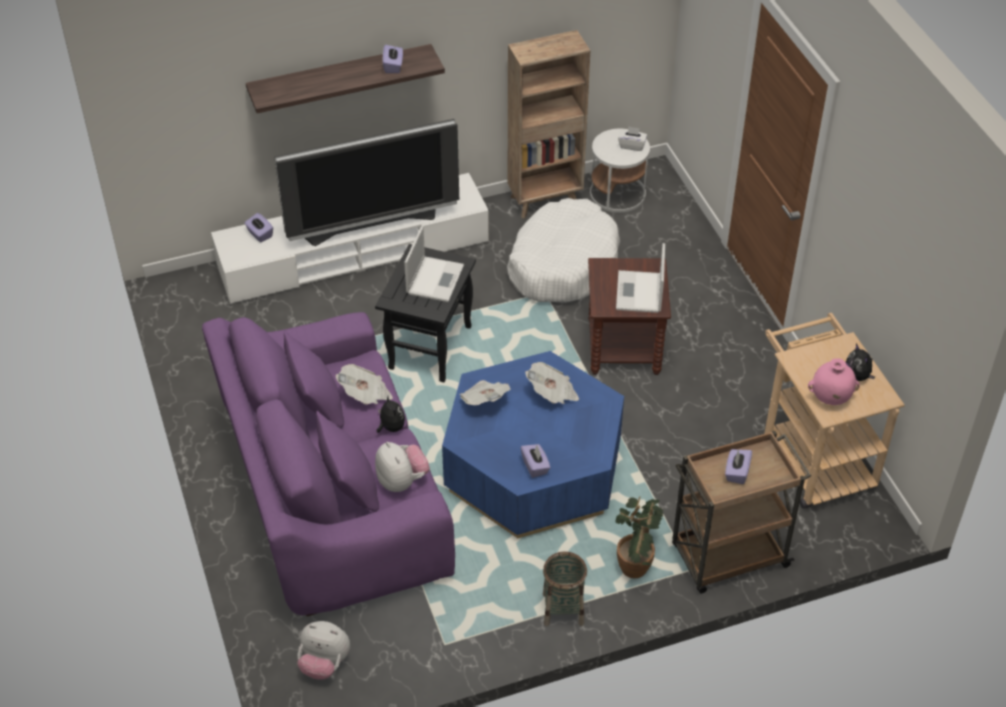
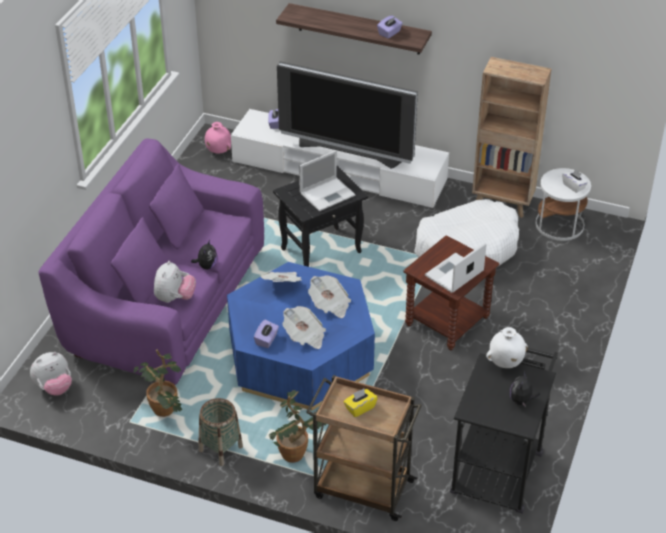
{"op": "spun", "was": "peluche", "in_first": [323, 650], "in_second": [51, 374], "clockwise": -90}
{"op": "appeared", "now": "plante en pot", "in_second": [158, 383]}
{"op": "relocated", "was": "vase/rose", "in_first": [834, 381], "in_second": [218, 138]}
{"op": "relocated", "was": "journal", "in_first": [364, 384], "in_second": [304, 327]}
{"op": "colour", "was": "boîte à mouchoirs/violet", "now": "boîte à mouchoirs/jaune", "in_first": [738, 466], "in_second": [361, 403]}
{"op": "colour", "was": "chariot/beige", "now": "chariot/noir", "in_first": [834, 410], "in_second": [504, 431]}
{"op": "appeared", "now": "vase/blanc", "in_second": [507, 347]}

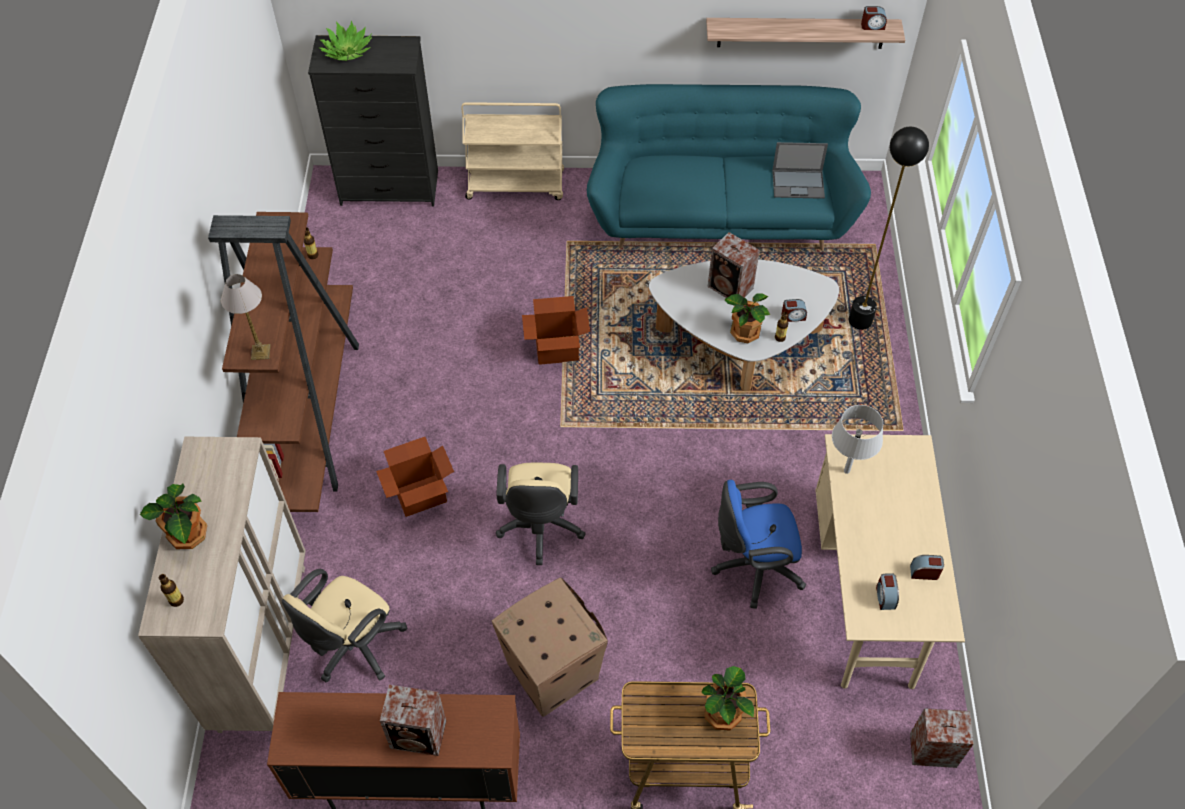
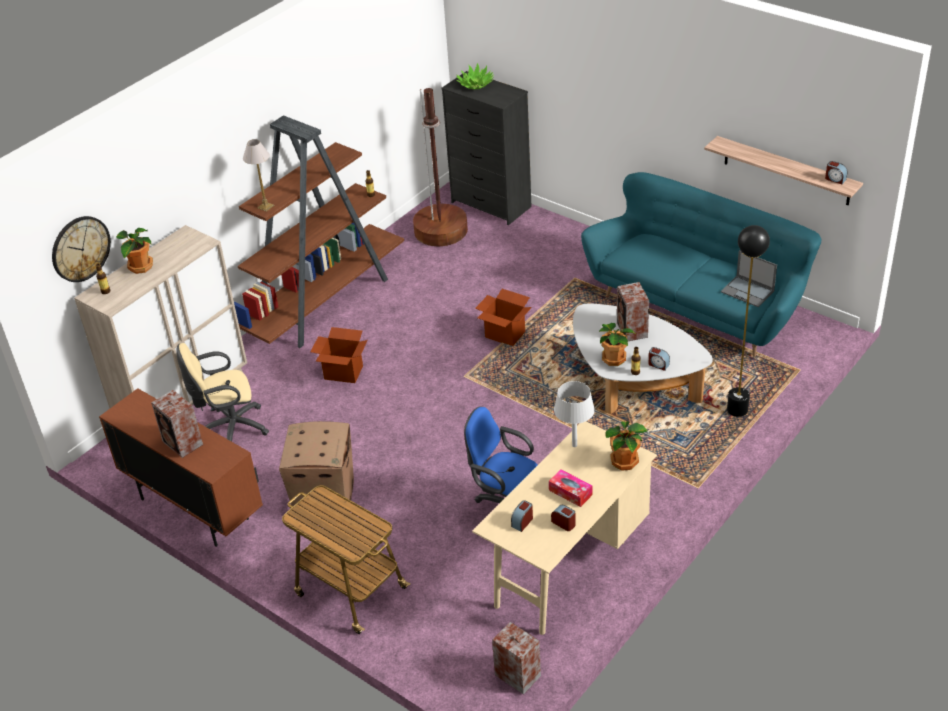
{"op": "appeared", "now": "horloge murale", "in_second": [81, 249]}
{"op": "appeared", "now": "lampadaire/marron", "in_second": [440, 167]}
{"op": "appeared", "now": "boîte à mouchoirs", "in_second": [571, 488]}
{"op": "relocated", "was": "plante en pot", "in_first": [727, 698], "in_second": [626, 446]}
{"op": "missing", "was": "chariot/beige", "in_first": [512, 151]}
{"op": "missing", "was": "chaise de bureau/beige", "in_first": [541, 514]}

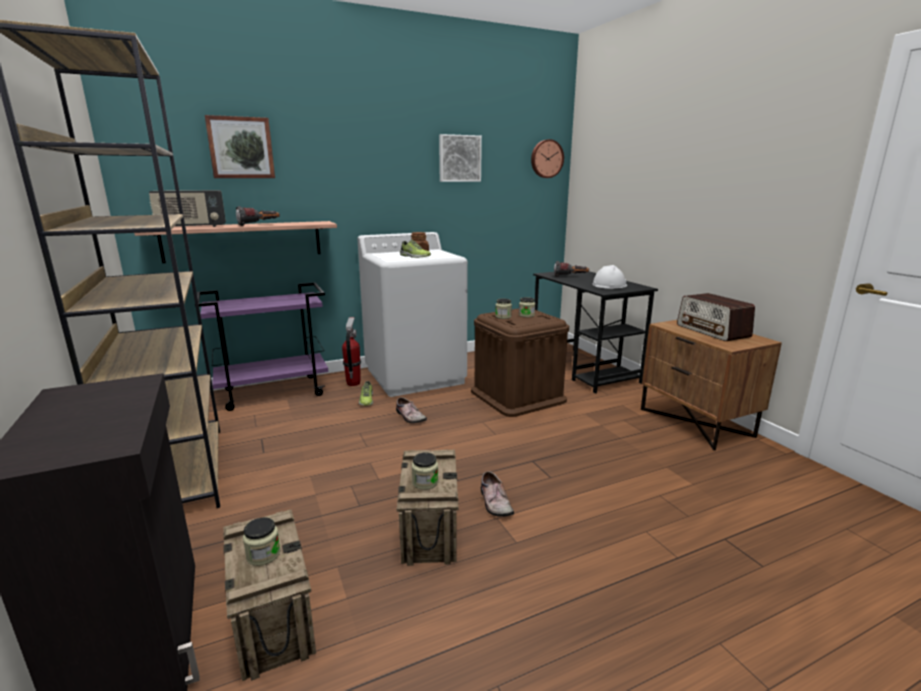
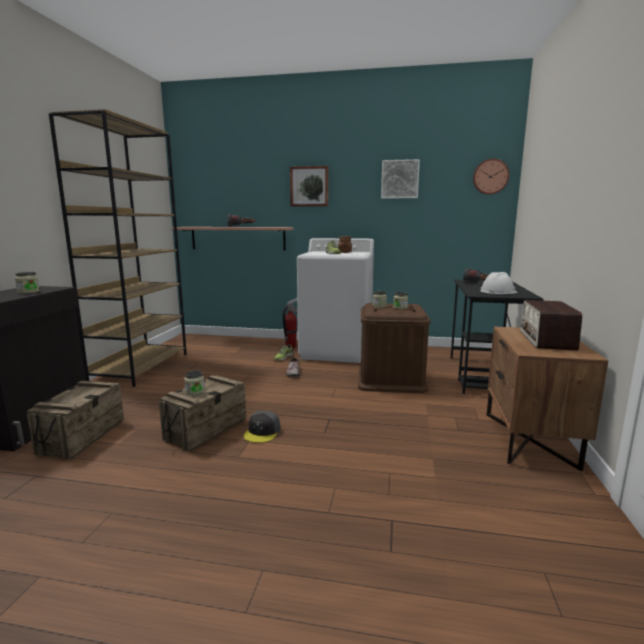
{"op": "relocated", "was": "bocal", "in_first": [261, 541], "in_second": [27, 283]}
{"op": "exchanged", "was": "chaussure", "now": "casquette/gris", "in_first": [497, 493], "in_second": [262, 426]}
{"op": "relocated", "was": "tableau", "in_first": [240, 146], "in_second": [309, 186]}
{"op": "missing", "was": "radio", "in_first": [187, 208]}
{"op": "missing", "was": "chariot/violet", "in_first": [261, 346]}

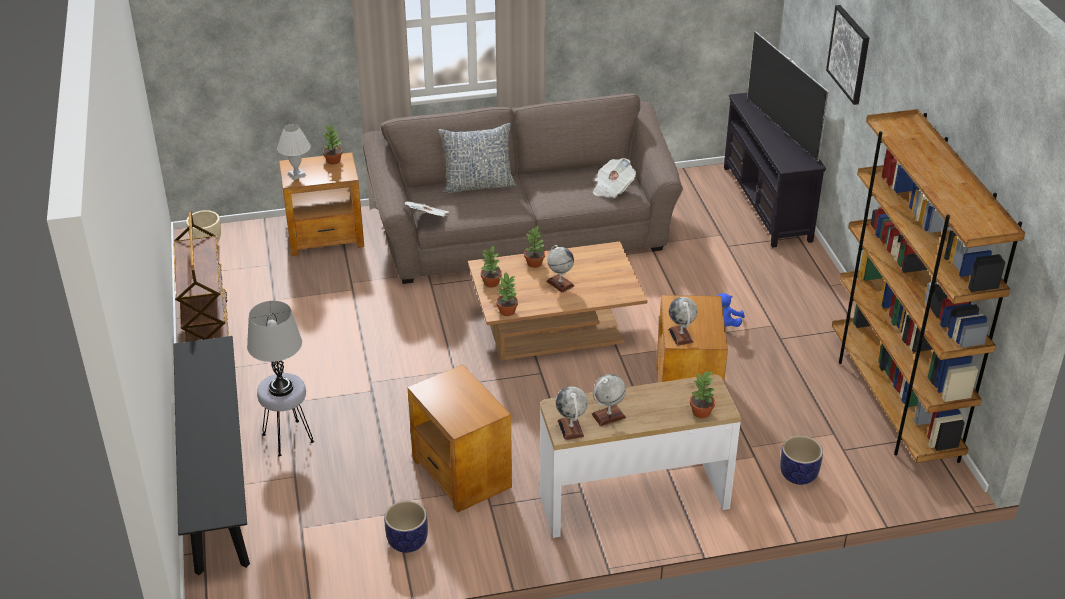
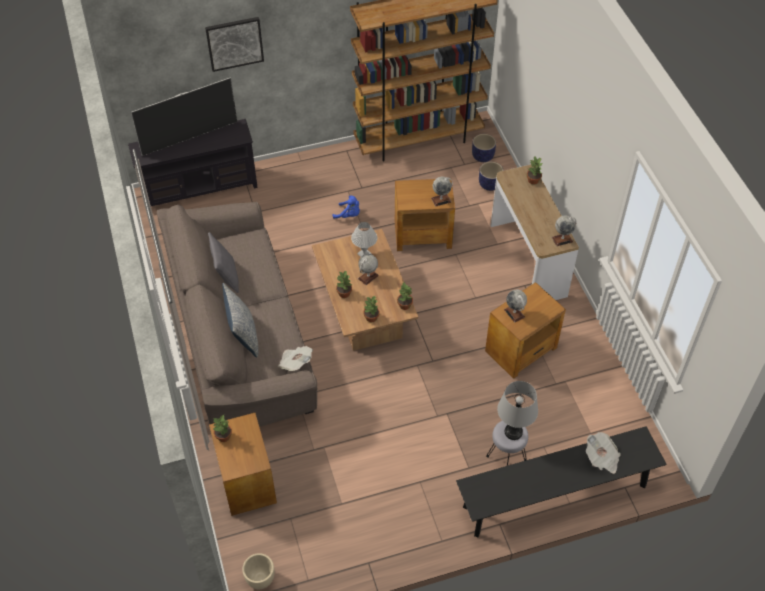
{"op": "appeared", "now": "coussin/gris", "in_second": [223, 262]}
{"op": "relocated", "was": "lampe de table/blanc", "in_first": [294, 152], "in_second": [364, 239]}
{"op": "relocated", "was": "cache-pot", "in_first": [406, 527], "in_second": [484, 148]}
{"op": "relocated", "was": "globe", "in_first": [608, 400], "in_second": [515, 306]}
{"op": "relocated", "was": "journal", "in_first": [614, 178], "in_second": [603, 453]}
{"op": "missing", "was": "chariot/marron", "in_first": [201, 276]}

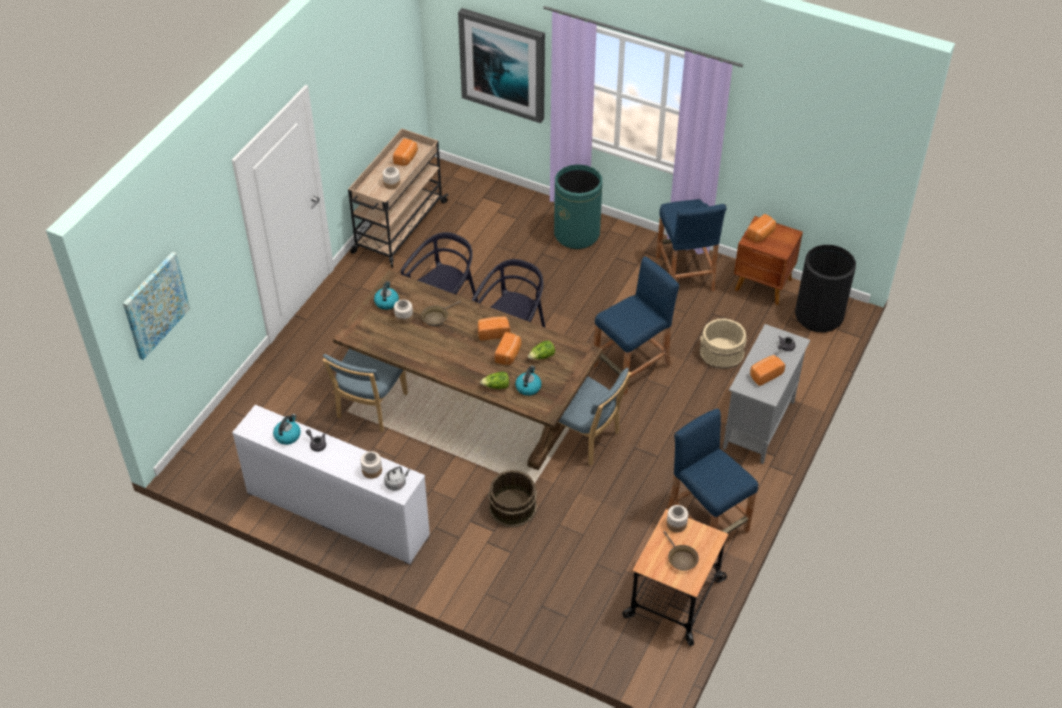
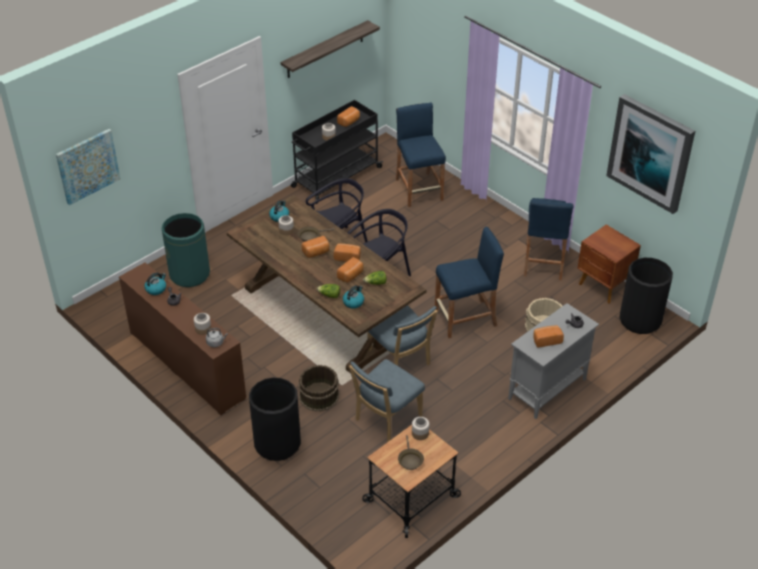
{"op": "colour", "was": "commode/blanc", "now": "commode/marron", "in_first": [331, 485], "in_second": [182, 338]}
{"op": "relocated", "was": "poubelle/vert", "in_first": [578, 206], "in_second": [186, 250]}
{"op": "appeared", "now": "poubelle/noir", "in_second": [275, 419]}
{"op": "appeared", "now": "étagère", "in_second": [330, 49]}
{"op": "colour", "was": "chariot/beige", "now": "chariot/noir", "in_first": [398, 198], "in_second": [337, 152]}
{"op": "relocated", "was": "pain", "in_first": [761, 228], "in_second": [315, 247]}
{"op": "relocated", "was": "chaise/bleu", "in_first": [365, 390], "in_second": [387, 400]}
{"op": "relocated", "was": "tabouret/bleu", "in_first": [713, 470], "in_second": [421, 155]}
{"op": "relocated", "was": "tableau", "in_first": [501, 65], "in_second": [650, 154]}

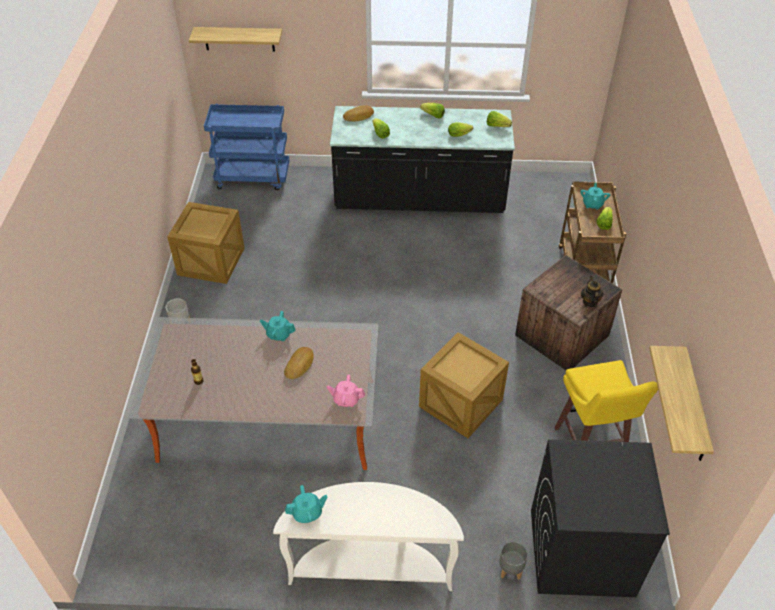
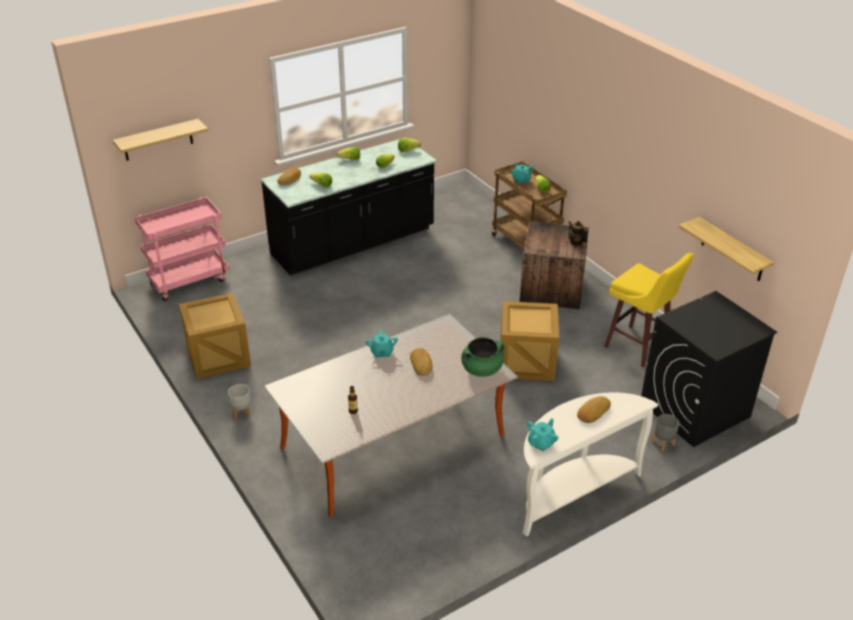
{"op": "colour", "was": "chariot/bleu", "now": "chariot/rose", "in_first": [246, 147], "in_second": [182, 249]}
{"op": "spun", "was": "théière/turquoise", "in_first": [278, 326], "in_second": [382, 344], "clockwise": -75}
{"op": "exchanged", "was": "théière/rose", "now": "marmite/vert", "in_first": [346, 390], "in_second": [483, 357]}
{"op": "appeared", "now": "pain", "in_second": [594, 409]}

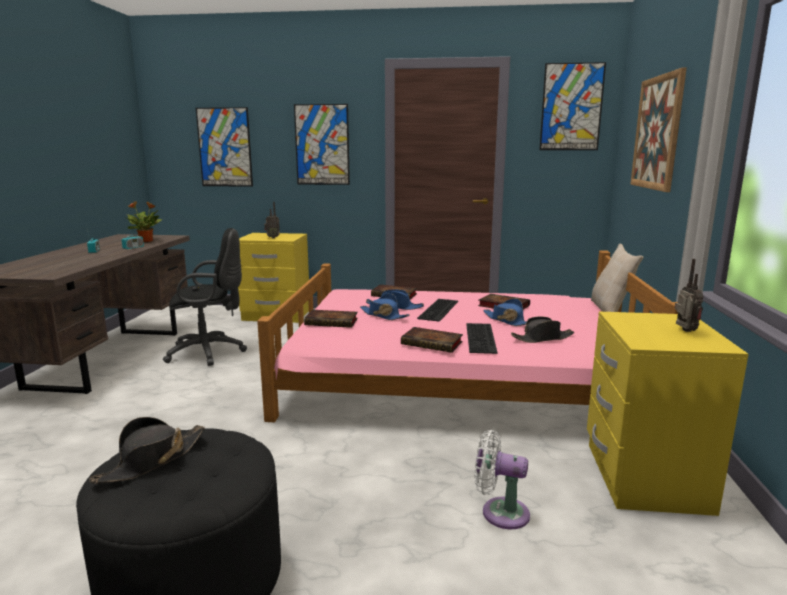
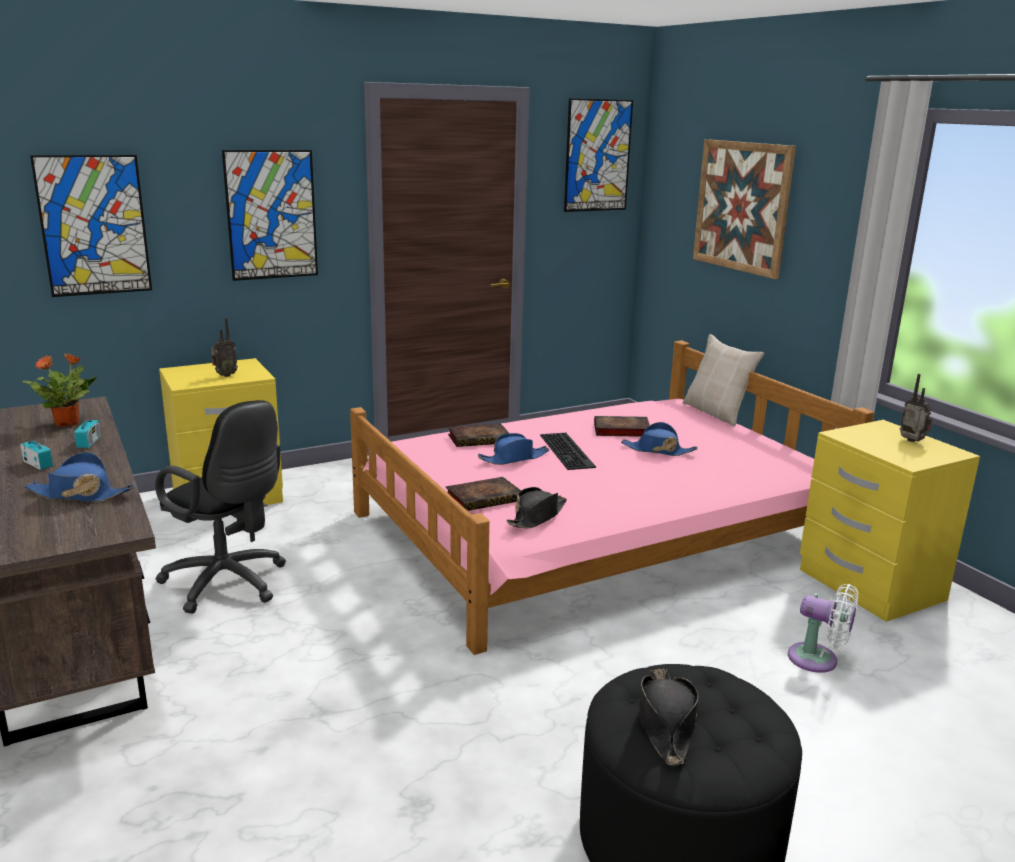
{"op": "relocated", "was": "chapeau/bleu", "in_first": [385, 307], "in_second": [80, 477]}
{"op": "spun", "was": "chaise de bureau/noir", "in_first": [205, 297], "in_second": [220, 507], "clockwise": 75}
{"op": "relocated", "was": "chapeau/noir", "in_first": [542, 330], "in_second": [536, 508]}
{"op": "spun", "was": "ventilateur/blanc", "in_first": [502, 479], "in_second": [823, 628], "clockwise": -135}
{"op": "missing", "was": "livre", "in_first": [432, 340]}
{"op": "missing", "was": "clavier", "in_first": [482, 338]}

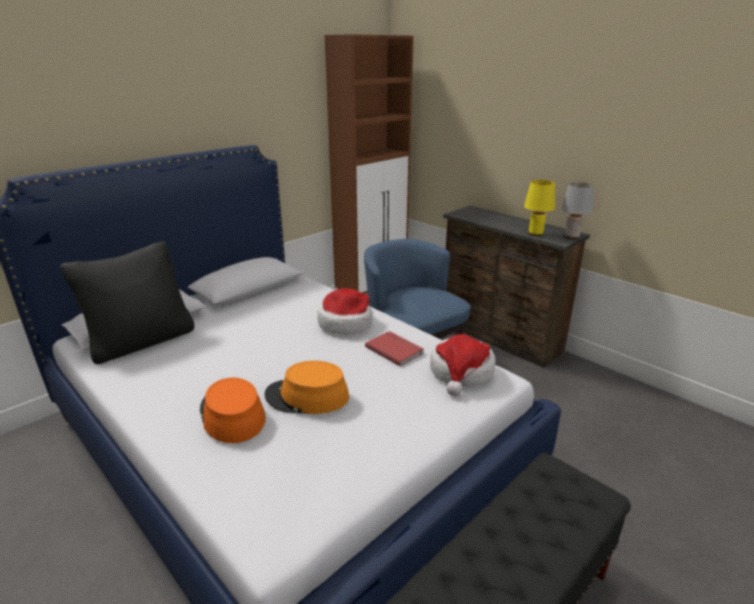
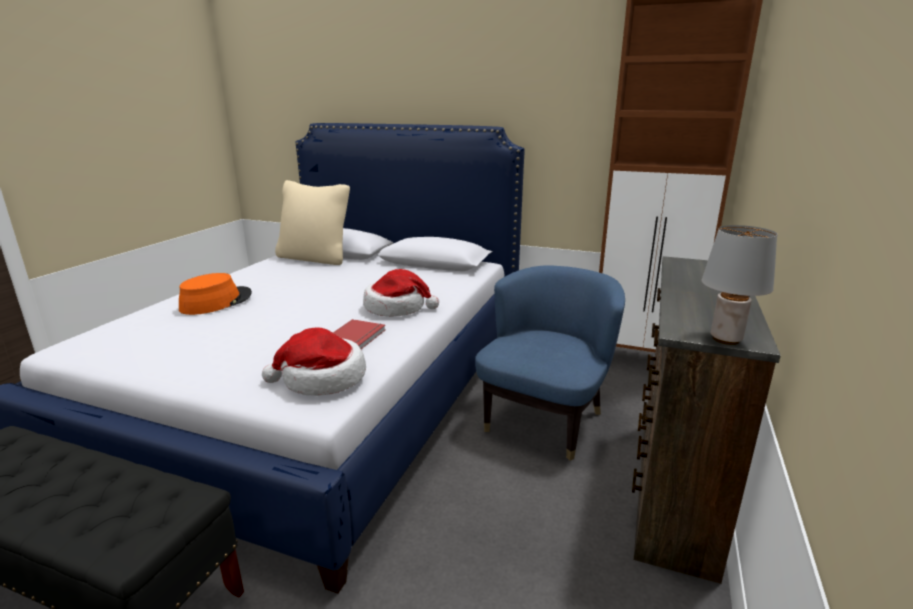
{"op": "colour", "was": "coussin/noir", "now": "coussin/beige", "in_first": [127, 303], "in_second": [312, 222]}
{"op": "missing", "was": "chapeau/orange", "in_first": [306, 387]}
{"op": "missing", "was": "lampe de table/jaune", "in_first": [539, 208]}

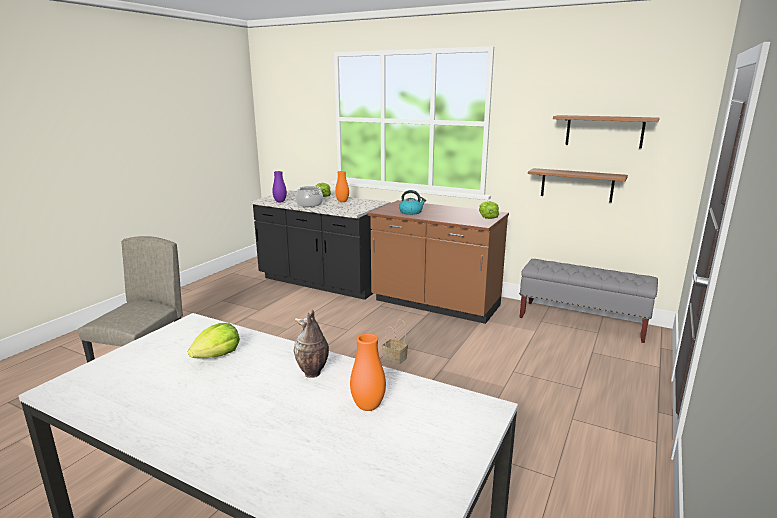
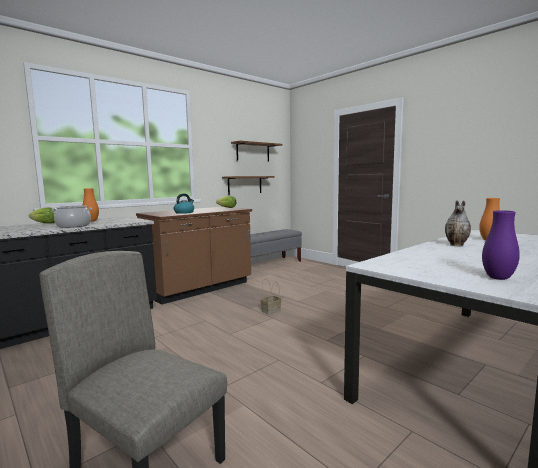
{"op": "relocated", "was": "vase/violet", "in_first": [279, 186], "in_second": [501, 245]}
{"op": "missing", "was": "laitue", "in_first": [214, 340]}

